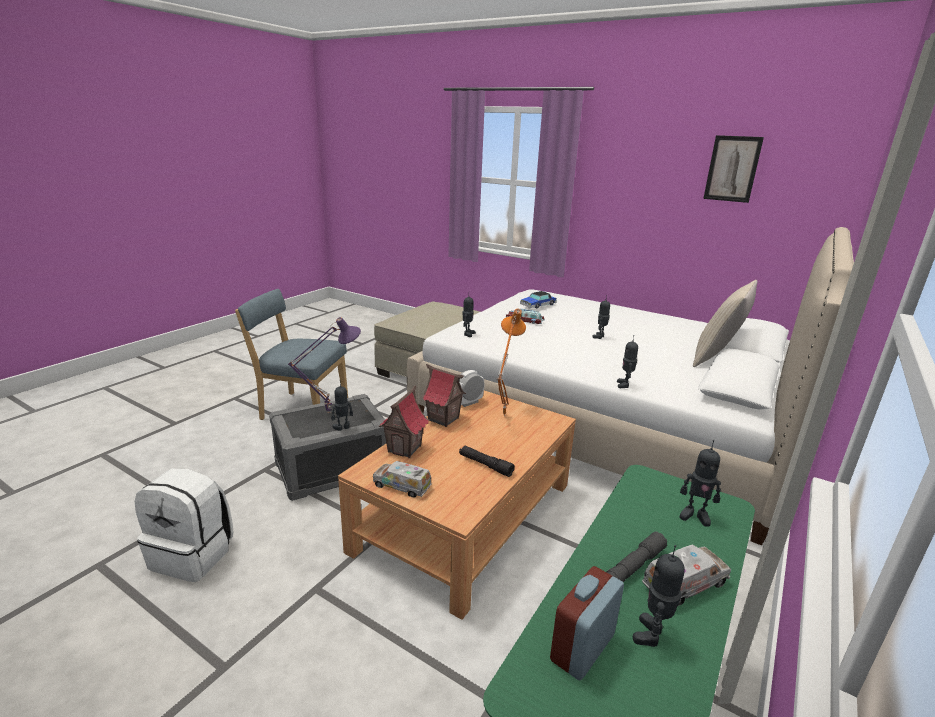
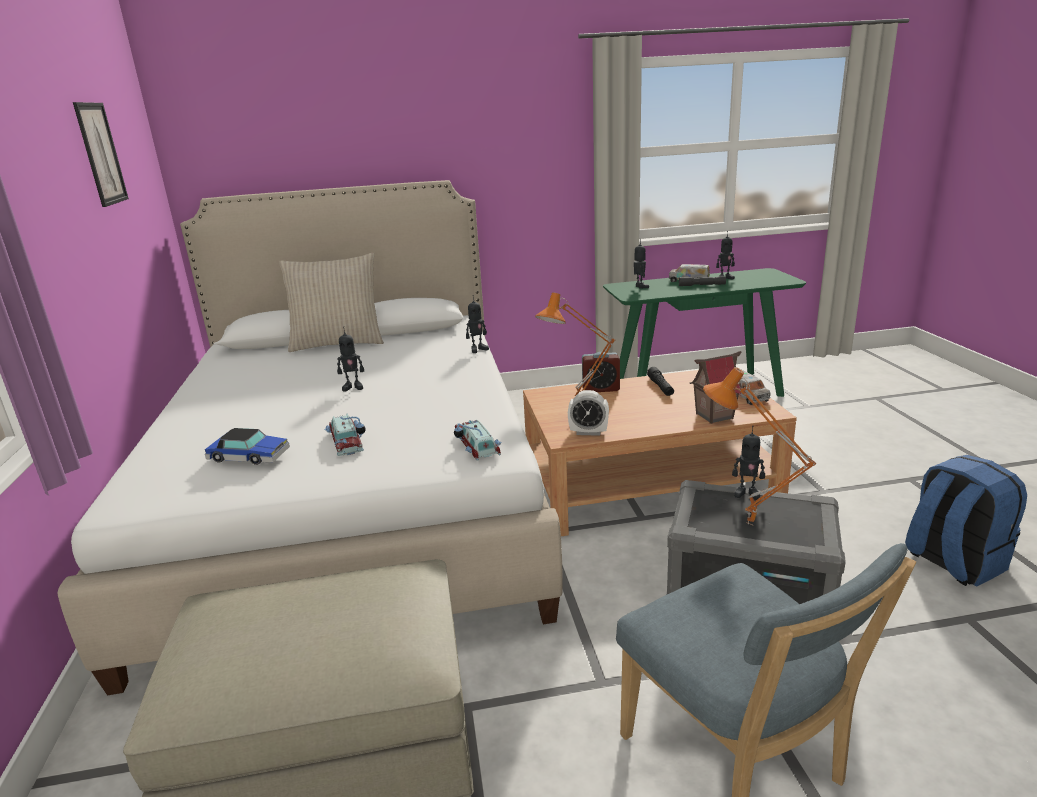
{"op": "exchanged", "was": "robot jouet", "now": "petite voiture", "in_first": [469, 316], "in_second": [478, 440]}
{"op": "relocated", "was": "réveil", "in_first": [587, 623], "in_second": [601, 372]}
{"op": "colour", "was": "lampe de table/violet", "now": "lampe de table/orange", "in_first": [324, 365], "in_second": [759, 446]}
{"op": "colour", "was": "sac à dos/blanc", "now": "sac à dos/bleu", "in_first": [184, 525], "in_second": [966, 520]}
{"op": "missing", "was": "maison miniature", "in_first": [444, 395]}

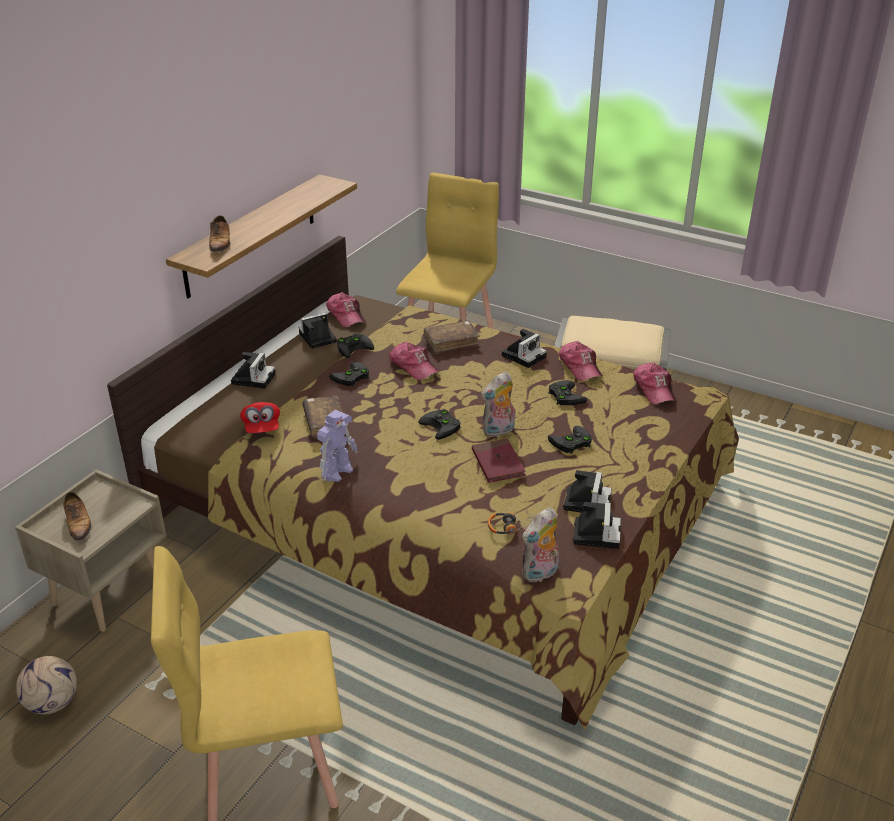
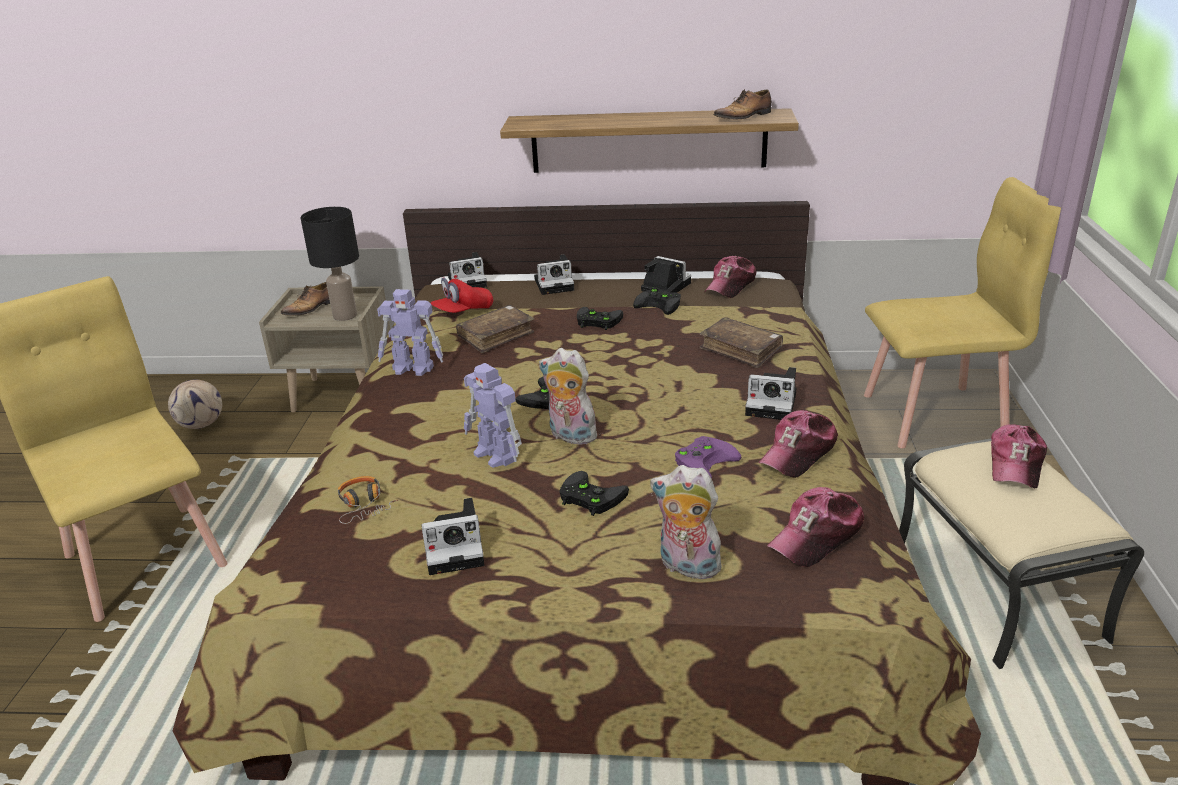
{"op": "appeared", "now": "lampe de table/noir", "in_second": [330, 264]}
{"op": "relocated", "was": "appareil photo", "in_first": [597, 525], "in_second": [467, 270]}
{"op": "exchanged", "was": "livre/rouge", "now": "robot jouet", "in_first": [499, 461], "in_second": [493, 415]}
{"op": "relocated", "was": "peluche", "in_first": [540, 545], "in_second": [689, 522]}
{"op": "colour", "was": "manette/noir", "now": "manette/violet", "in_first": [567, 392], "in_second": [708, 457]}
{"op": "relocated", "was": "chaussure", "in_first": [219, 233], "in_second": [742, 104]}
{"op": "relocated", "was": "casquette", "in_first": [414, 360], "in_second": [1019, 456]}

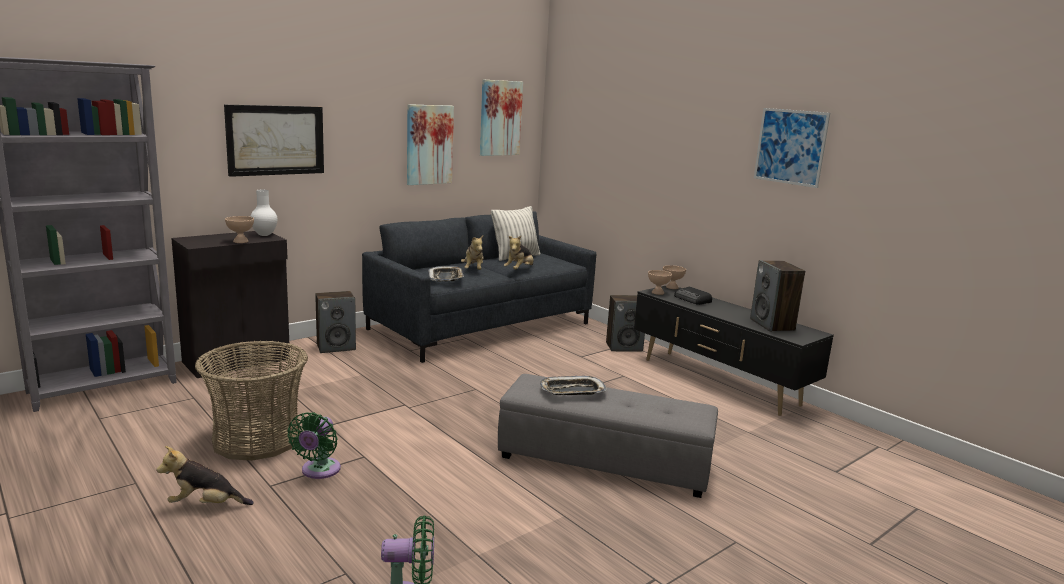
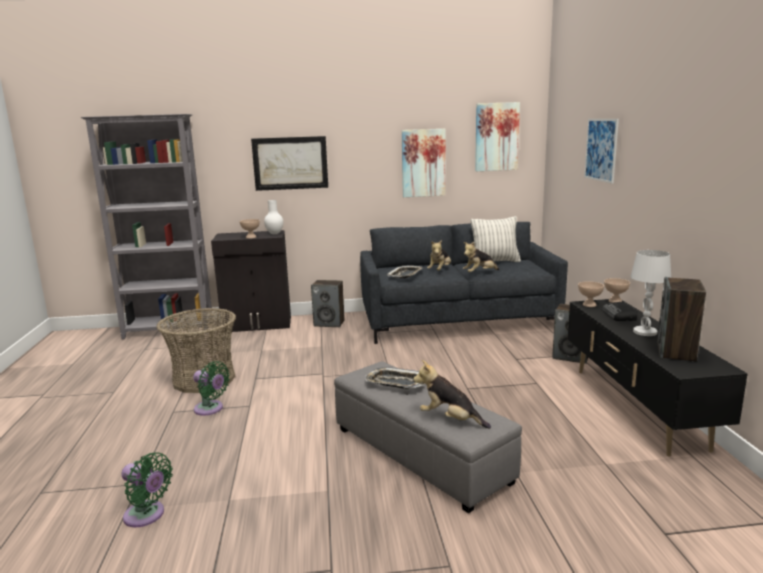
{"op": "spun", "was": "ventilateur/vert", "in_first": [314, 445], "in_second": [211, 388], "clockwise": -105}
{"op": "relocated", "was": "peluche", "in_first": [205, 475], "in_second": [452, 394]}
{"op": "relocated", "was": "tableau", "in_first": [792, 148], "in_second": [601, 151]}
{"op": "appeared", "now": "lampe de table/blanc", "in_second": [651, 293]}

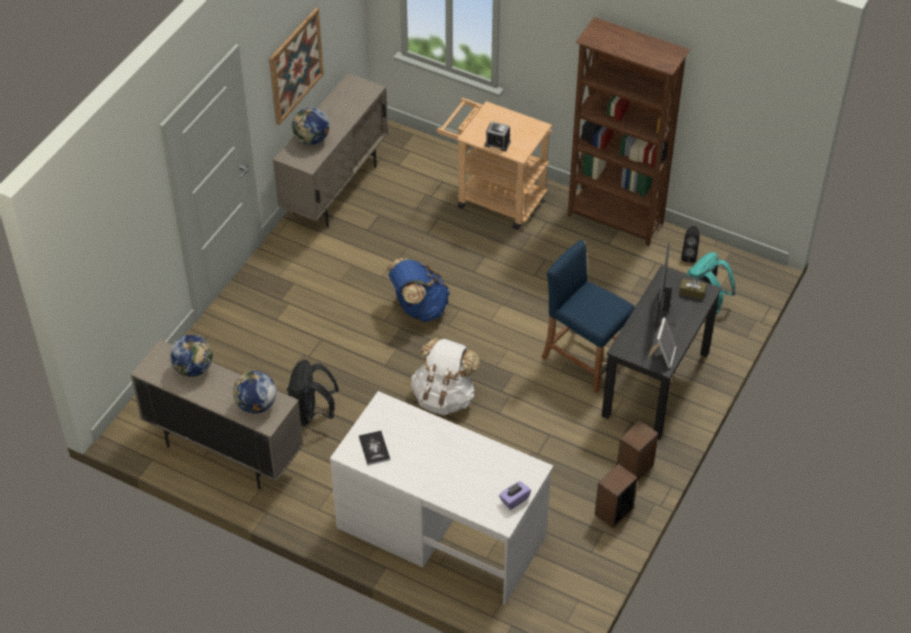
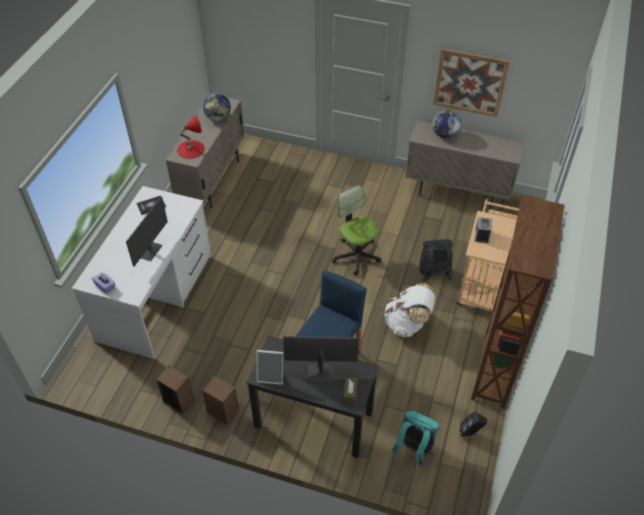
{"op": "appeared", "now": "écran d'ordinateur", "in_second": [147, 232]}
{"op": "exchanged", "was": "globe", "now": "lampe de table/rouge", "in_first": [254, 392], "in_second": [191, 137]}
{"op": "exchanged", "was": "sac à dos/bleu", "now": "chaise de bureau", "in_first": [418, 290], "in_second": [356, 230]}
{"op": "relocated", "was": "sac à dos/blanc", "in_first": [445, 376], "in_second": [409, 310]}
{"op": "relocated", "was": "sac à dos/noir", "in_first": [313, 393], "in_second": [436, 260]}

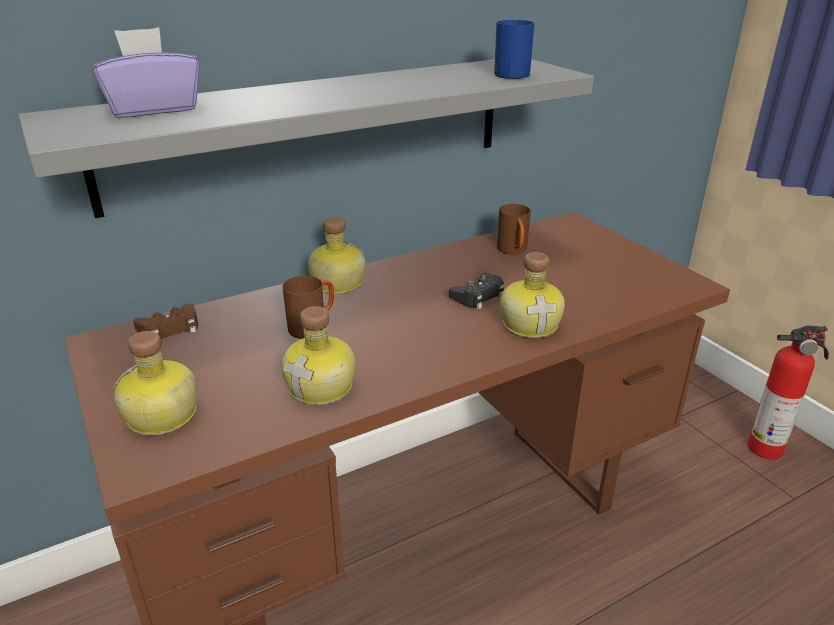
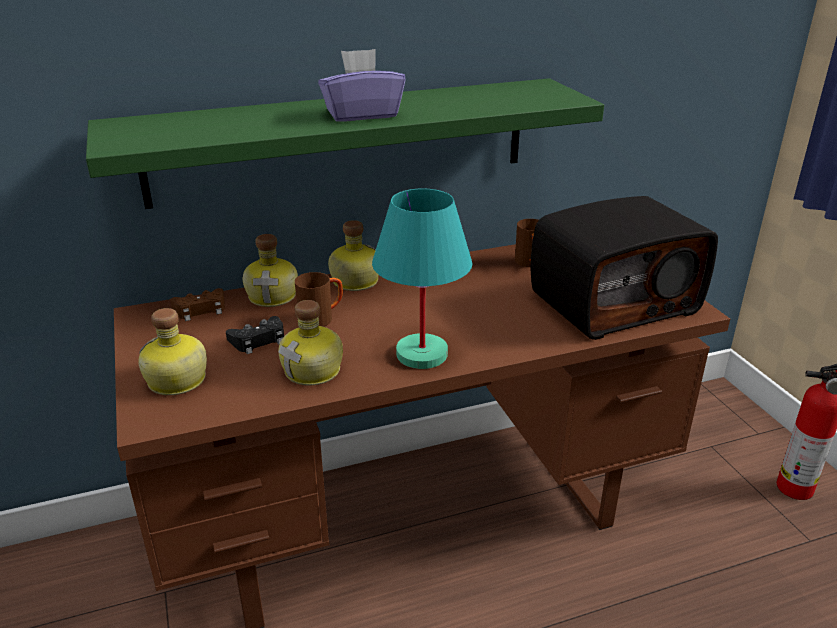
{"op": "colour", "was": "étagère/gris", "now": "étagère/vert", "in_first": [306, 138], "in_second": [345, 143]}
{"op": "relocated", "was": "manette/noir", "in_first": [476, 291], "in_second": [255, 335]}
{"op": "relocated", "was": "bouteille", "in_first": [532, 295], "in_second": [270, 270]}
{"op": "relocated", "was": "boîte à mouchoirs/violet", "in_first": [146, 72], "in_second": [362, 85]}
{"op": "appeared", "now": "lampe de table/turquoise", "in_second": [422, 279]}
{"op": "appeared", "now": "radio", "in_second": [624, 268]}
{"op": "missing", "was": "mug/bleu", "in_first": [514, 49]}

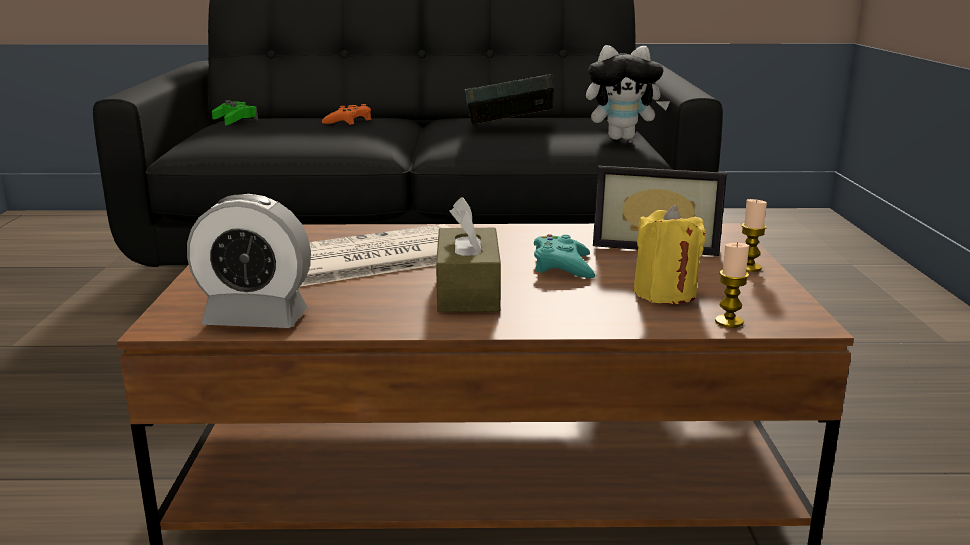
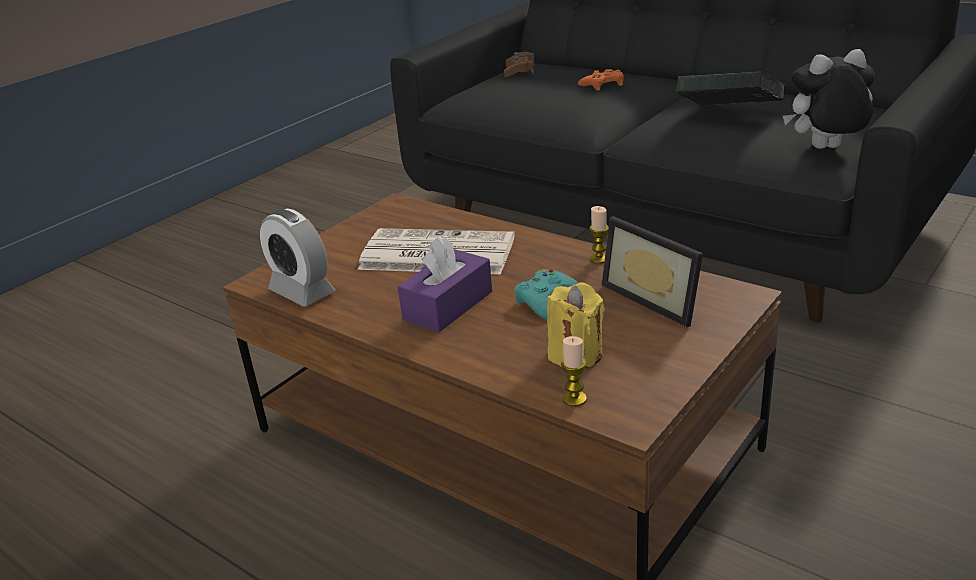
{"op": "colour", "was": "boîte à mouchoirs/marron", "now": "boîte à mouchoirs/violet", "in_first": [468, 254], "in_second": [445, 284]}
{"op": "colour", "was": "manette/vert", "now": "manette/marron", "in_first": [235, 113], "in_second": [519, 65]}
{"op": "relocated", "was": "bougie", "in_first": [754, 235], "in_second": [599, 235]}
{"op": "spun", "was": "peluche", "in_first": [628, 92], "in_second": [829, 99], "clockwise": 135}

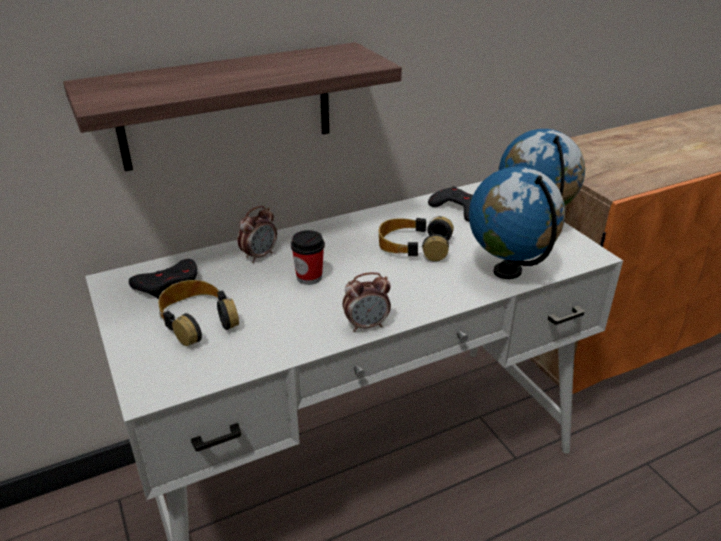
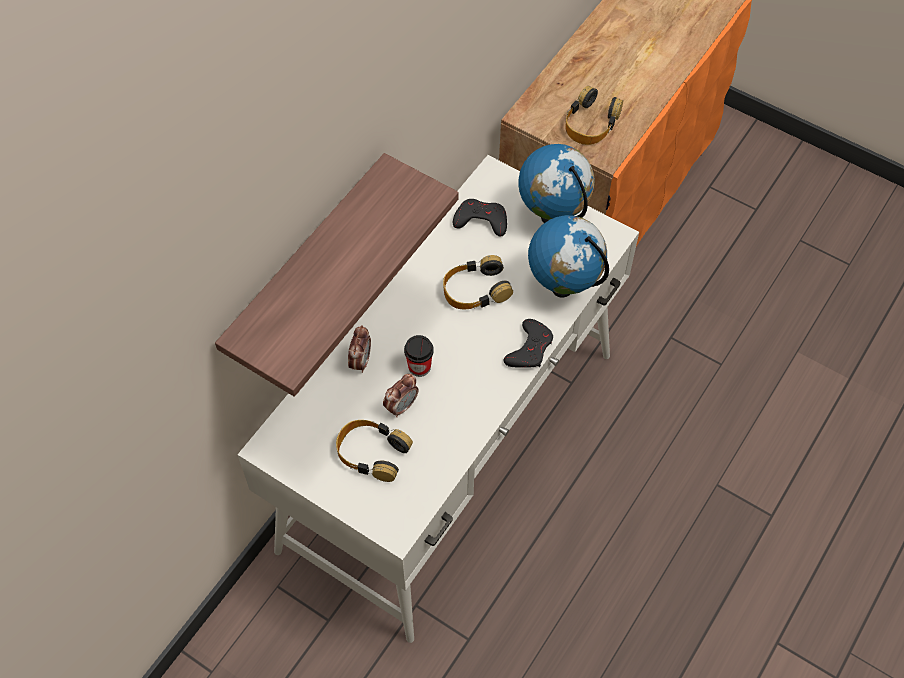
{"op": "relocated", "was": "réveil", "in_first": [366, 302], "in_second": [401, 395]}
{"op": "relocated", "was": "manette/noir", "in_first": [163, 279], "in_second": [528, 343]}
{"op": "appeared", "now": "casque audio", "in_second": [594, 115]}

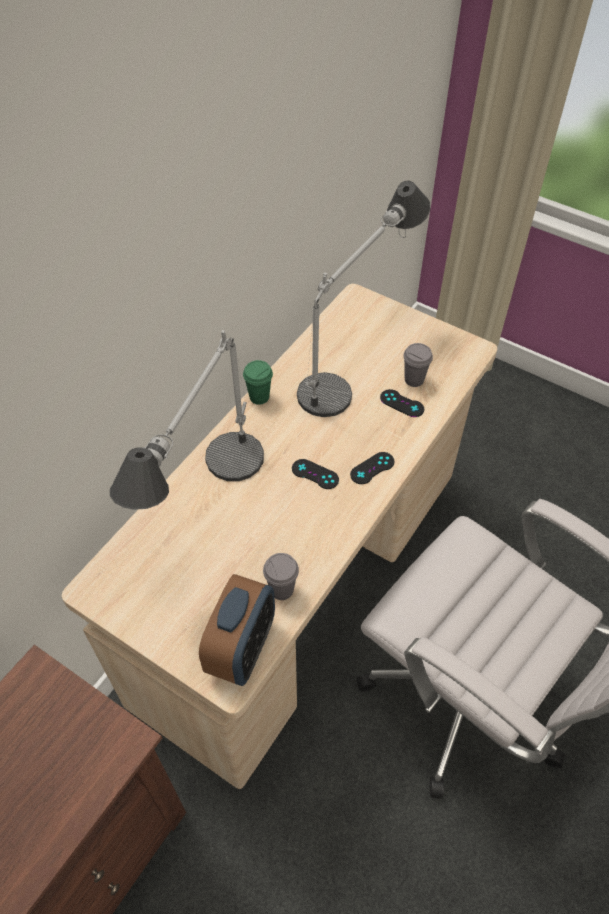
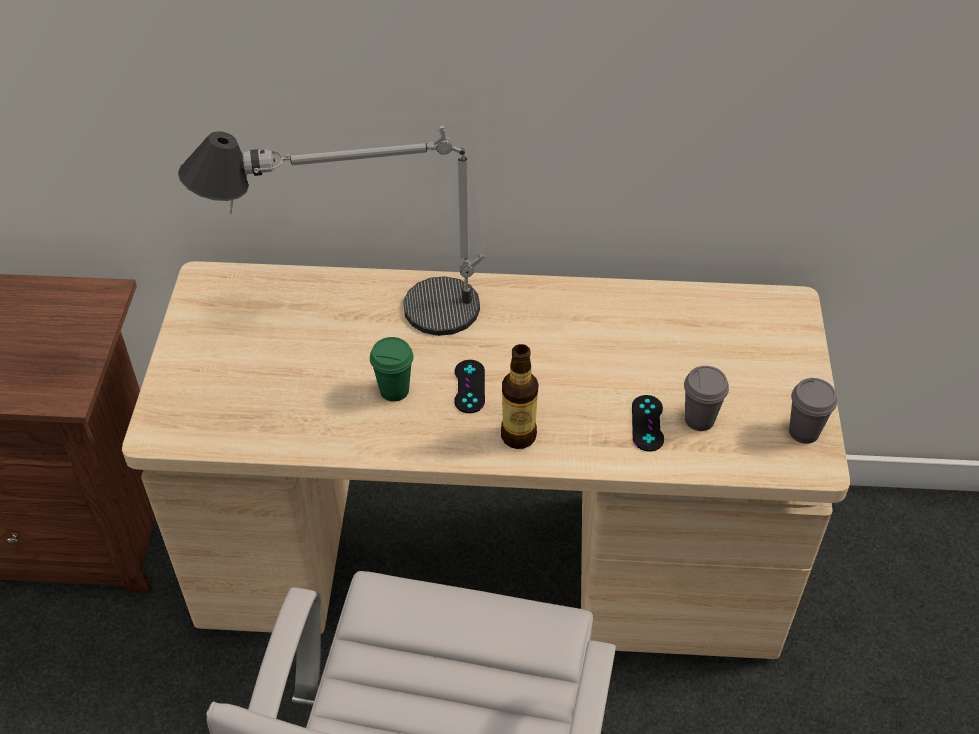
{"op": "relocated", "was": "tasse/vert", "in_first": [258, 382], "in_second": [392, 369]}
{"op": "exchanged", "was": "manette/noir", "now": "bouteille", "in_first": [372, 468], "in_second": [519, 396]}
{"op": "relocated", "was": "tasse/gris", "in_first": [281, 576], "in_second": [813, 411]}
{"op": "missing", "was": "réveil", "in_first": [237, 630]}
{"op": "missing", "was": "lampe de table", "in_first": [363, 299]}

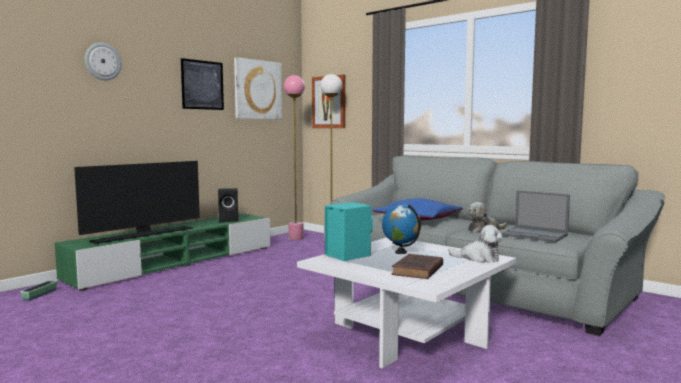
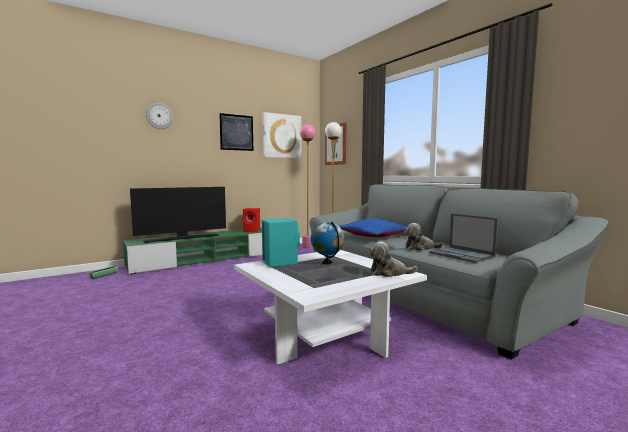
{"op": "colour", "was": "enceinte/noir", "now": "enceinte/rouge", "in_first": [228, 205], "in_second": [251, 220]}
{"op": "spun", "was": "peluche", "in_first": [475, 244], "in_second": [393, 259], "clockwise": 150}
{"op": "missing", "was": "livre/marron", "in_first": [417, 266]}

